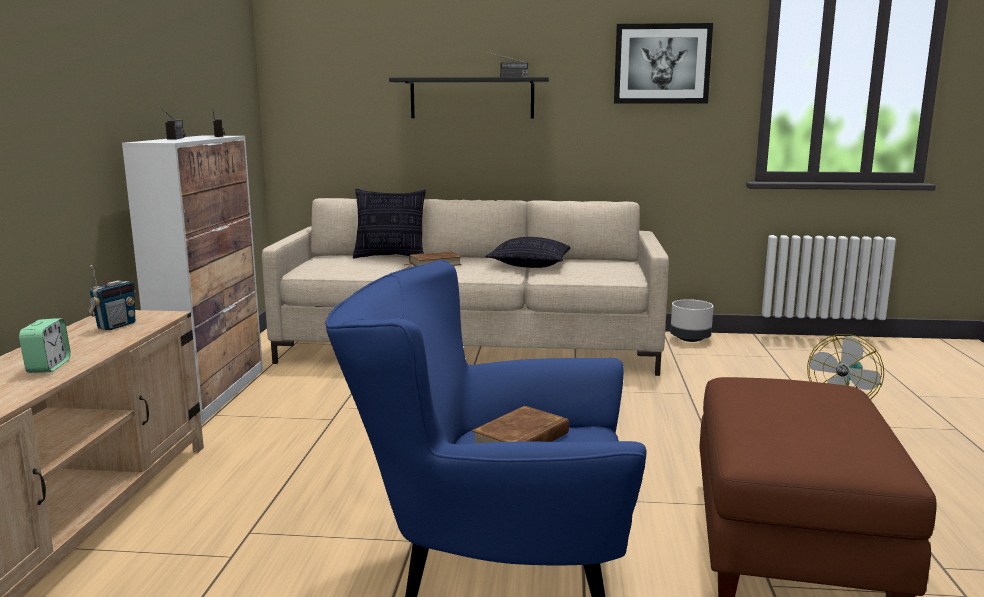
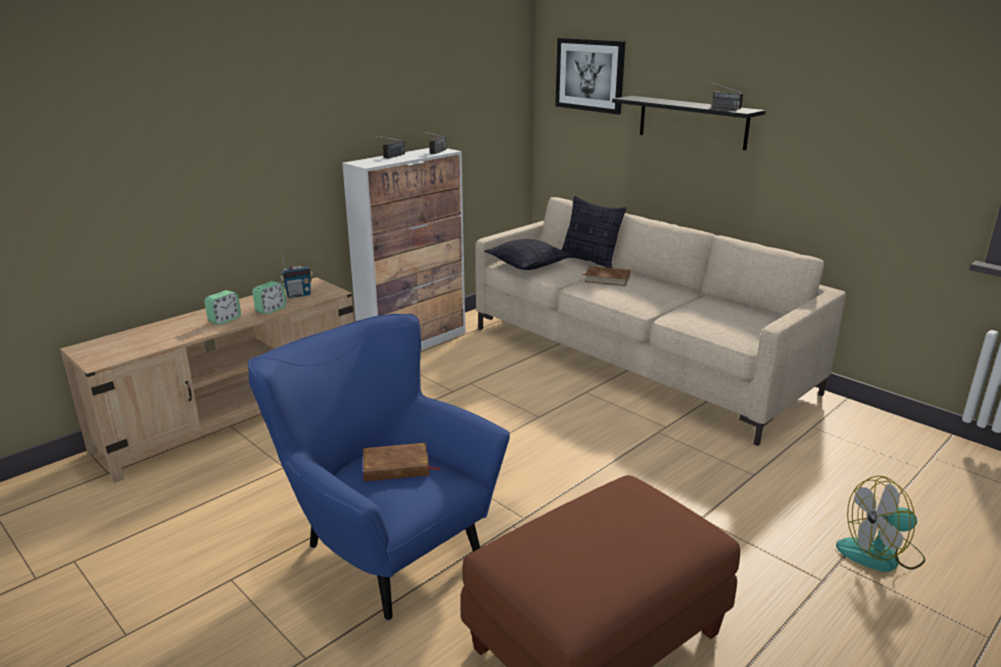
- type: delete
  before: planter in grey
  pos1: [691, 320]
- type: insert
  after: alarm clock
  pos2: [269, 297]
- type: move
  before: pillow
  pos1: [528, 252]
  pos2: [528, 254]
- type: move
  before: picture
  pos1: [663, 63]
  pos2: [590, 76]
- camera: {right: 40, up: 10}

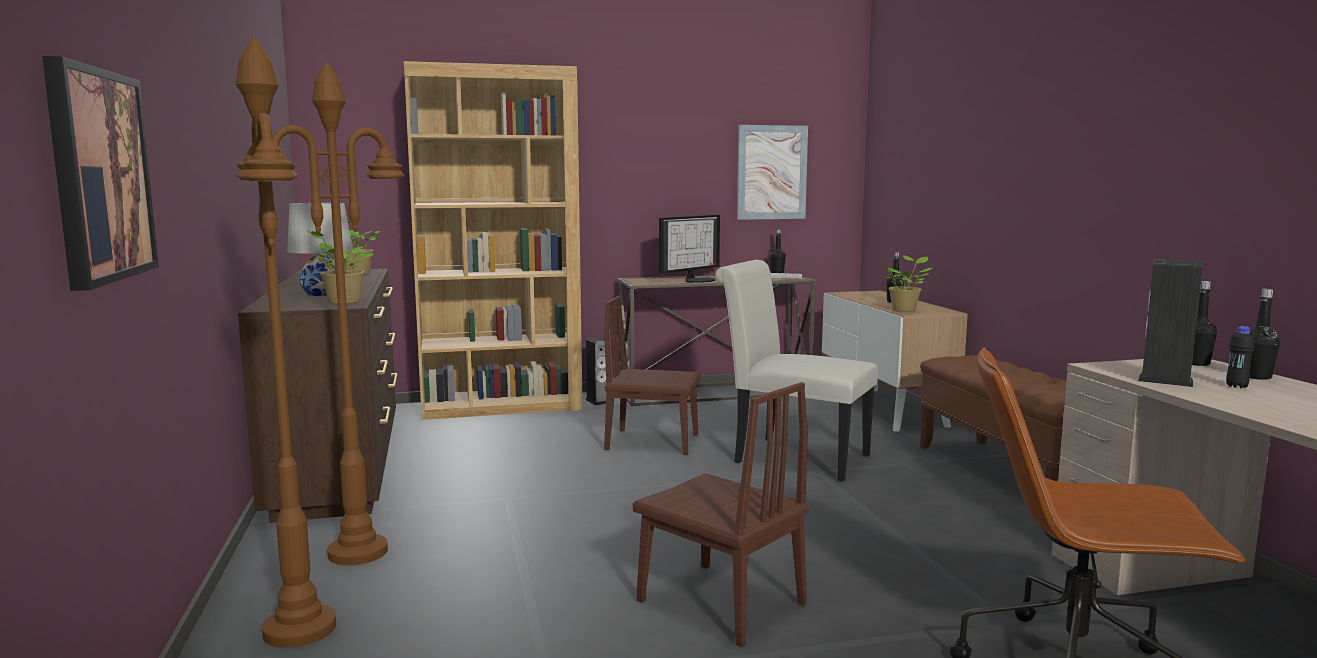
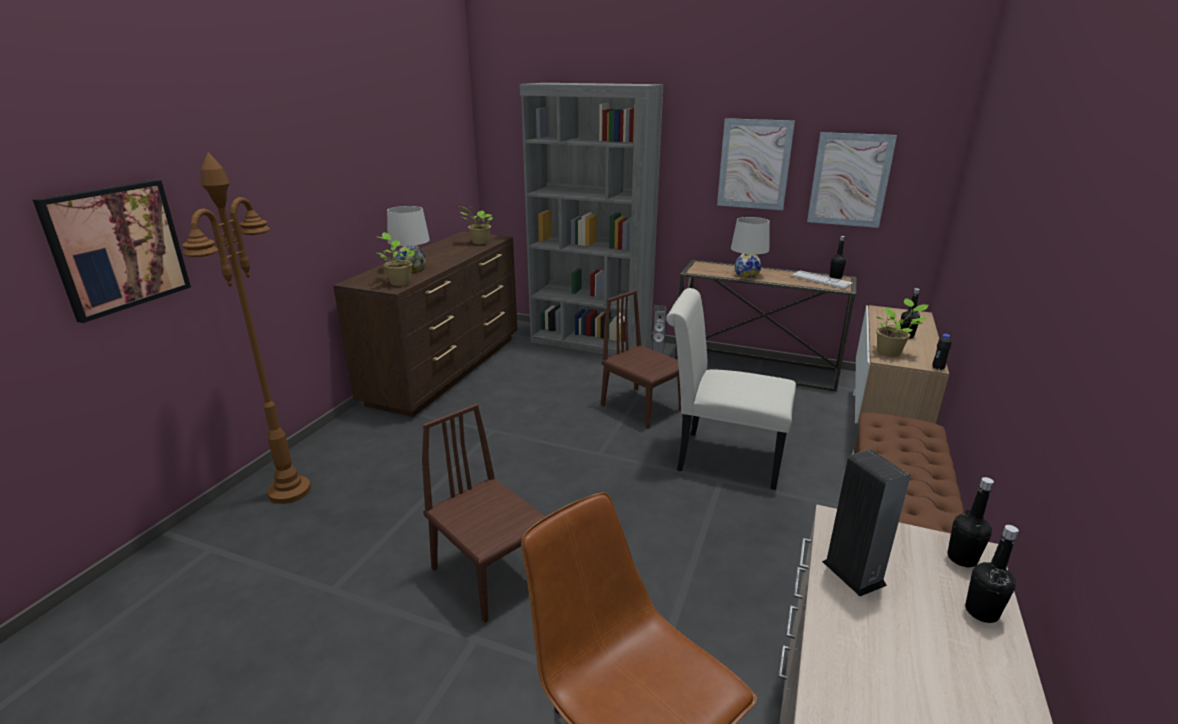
- type: delete
  before: floor lamp in brown
  pos1: [338, 313]
- type: insert
  after: picture
  pos2: [756, 164]
- type: move
  before: bottle in black
  pos1: [1240, 357]
  pos2: [942, 352]
- type: replace
  before: monitor
  after: table lamp in white
  pos1: [689, 249]
  pos2: [750, 247]
- type: recolor
  before: bookcase in brown
  after: bookcase in grey
  pos1: [493, 240]
  pos2: [592, 219]
- type: rotate
  before: chair in brown
  pos1: [721, 514]
  pos2: [484, 513]
  turn: 150
- type: rotate
  before: chair in white
  pos1: [796, 370]
  pos2: [731, 389]
  turn: -45
- camera: {right: 35, up: 15}

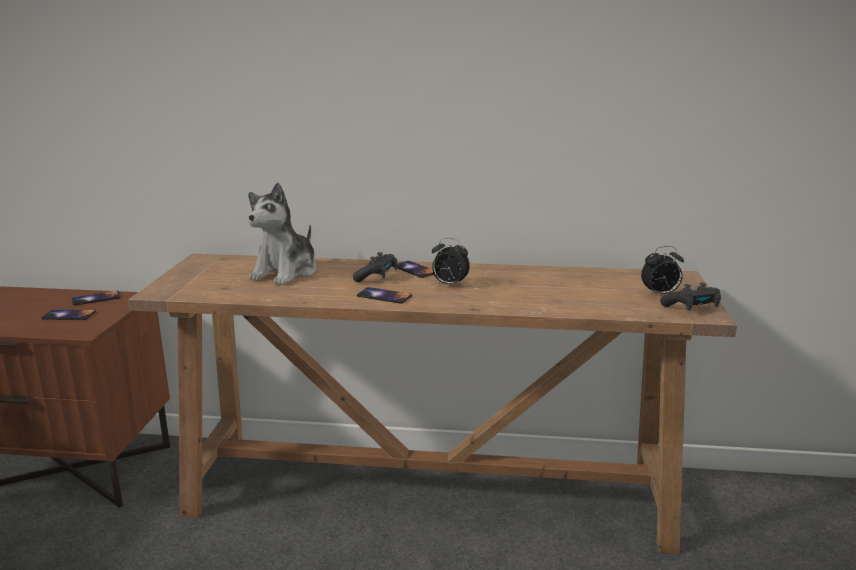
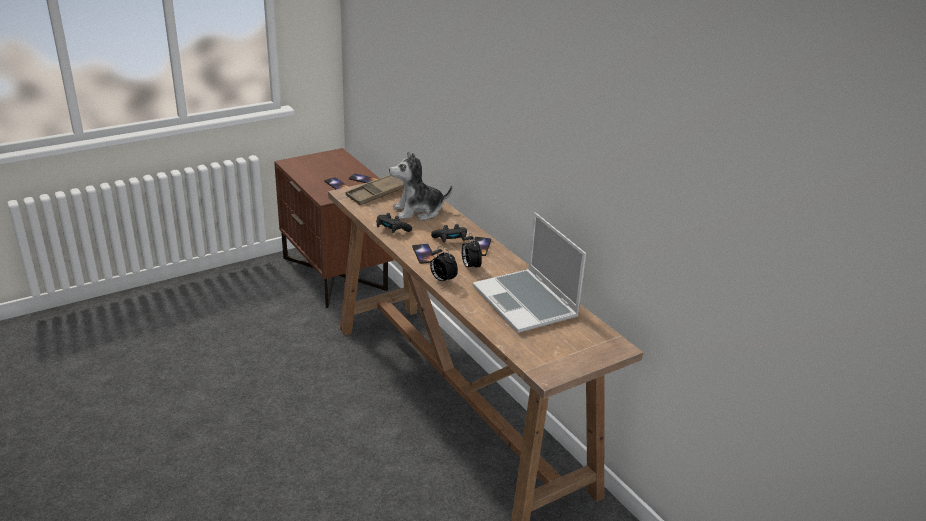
- type: insert
  after: tray in brown
  pos2: [375, 190]
- type: insert
  after: laptop
  pos2: [529, 272]
- type: move
  before: alarm clock
  pos1: [662, 271]
  pos2: [444, 265]
- type: move
  before: game controller in black
  pos1: [690, 296]
  pos2: [394, 223]
- camera: {right: 50, up: 10}

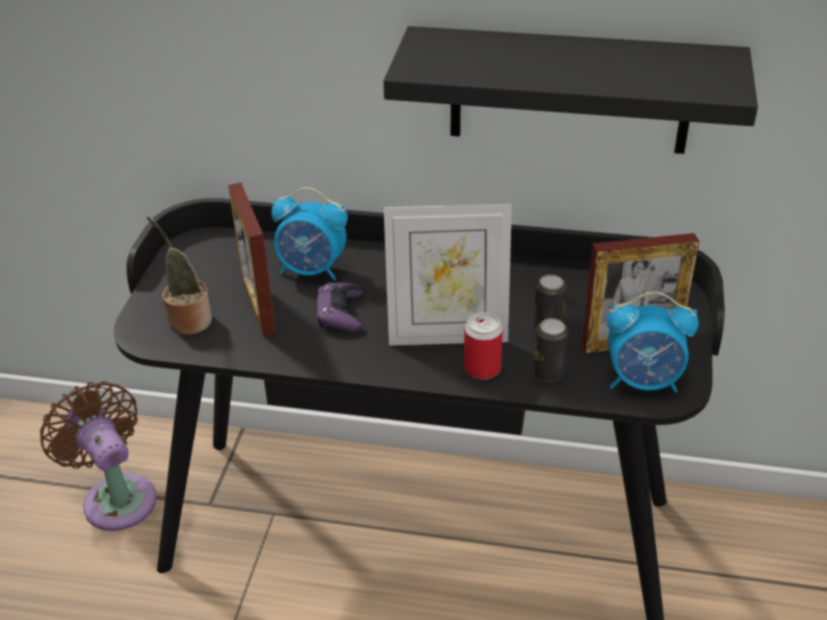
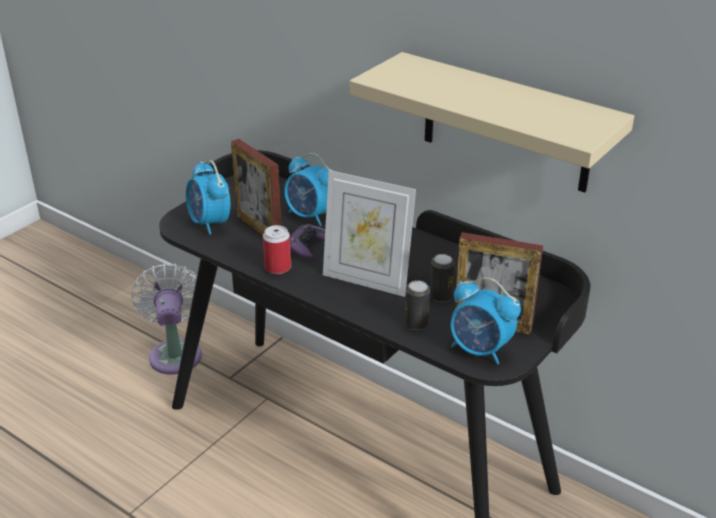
- type: move
  before: can
  pos1: [483, 346]
  pos2: [277, 249]
- type: replace
  before: potted plant
  after: alarm clock
  pos1: [179, 275]
  pos2: [208, 197]
- type: recolor
  before: fan in brown
  after: fan in white
  pos1: [98, 456]
  pos2: [167, 319]
- type: recolor
  before: shelf in black
  after: shelf in beige
  pos1: [570, 90]
  pos2: [492, 122]
- type: rotate
  before: picture frame
  pos1: [252, 259]
  pos2: [256, 187]
  turn: -45
- camera: {right: 25, up: -5}

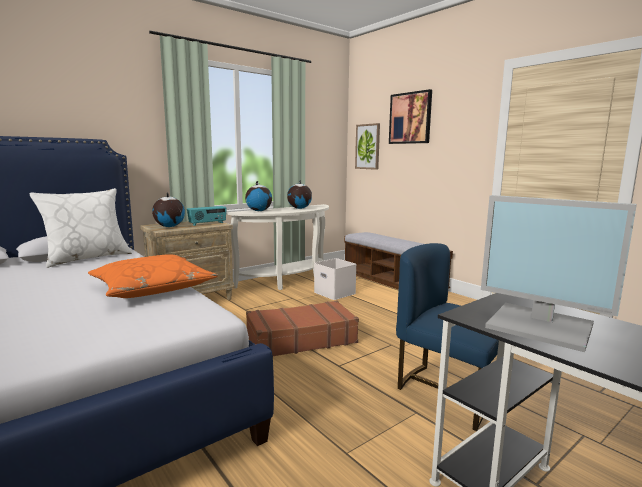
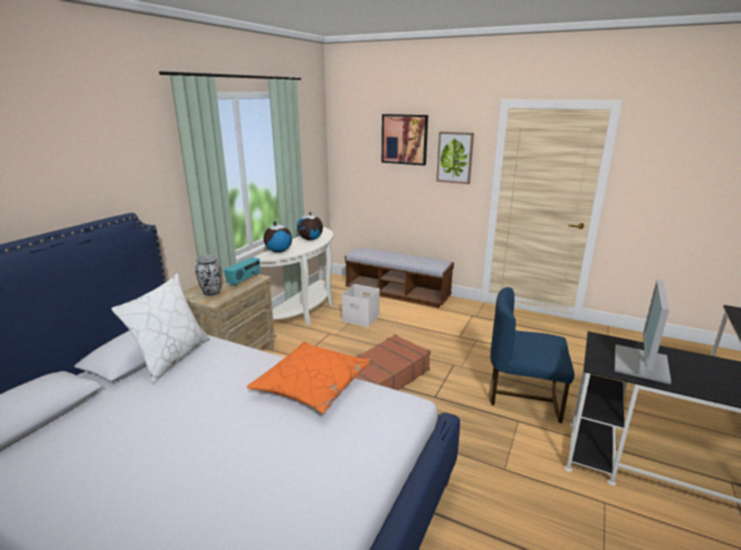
- type: move
  before: picture
  pos1: [367, 146]
  pos2: [455, 158]
- type: replace
  before: globe
  after: vase
  pos1: [168, 209]
  pos2: [208, 275]
- type: rotate
  before: monitor
  pos1: [559, 273]
  pos2: [642, 332]
  turn: 105
- camera: {right: -25, up: 10}

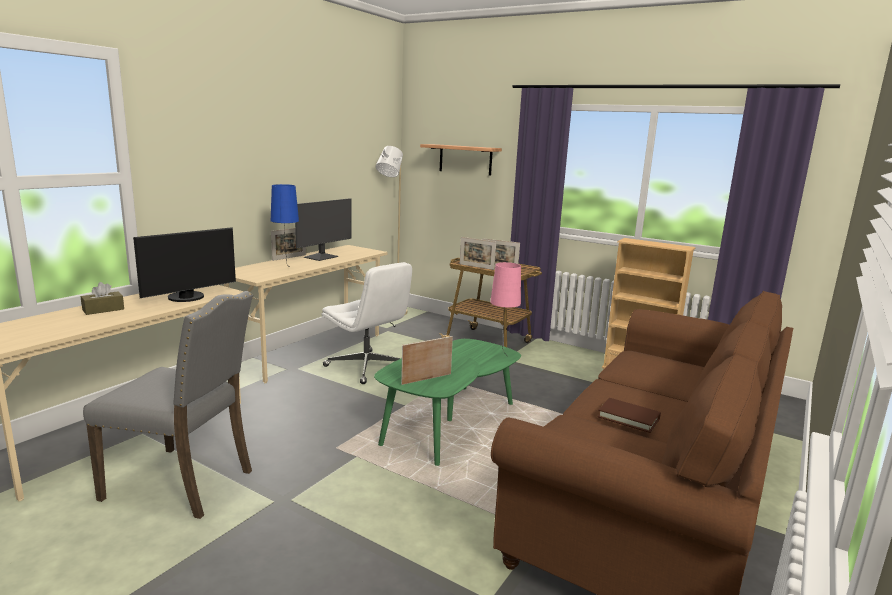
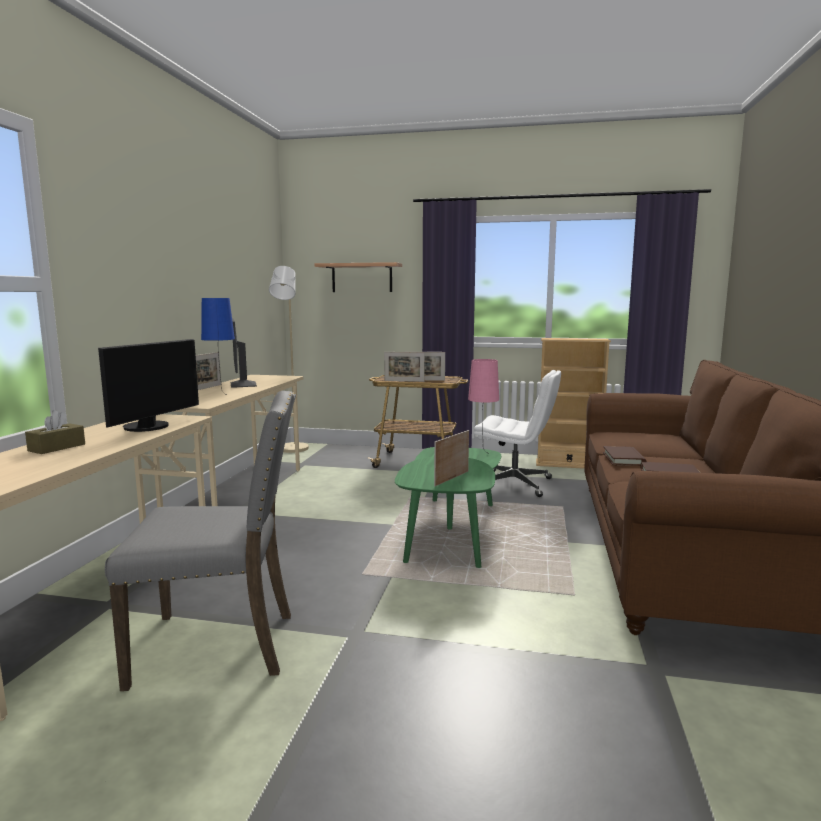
- type: insert
  after: book in brown
  pos2: [624, 456]
- type: move
  before: office chair in white
  pos1: [366, 323]
  pos2: [517, 433]
- type: rotate
  before: monitor
  pos1: [323, 229]
  pos2: [244, 353]
  turn: 150
- camera: {right: -20, up: -5}

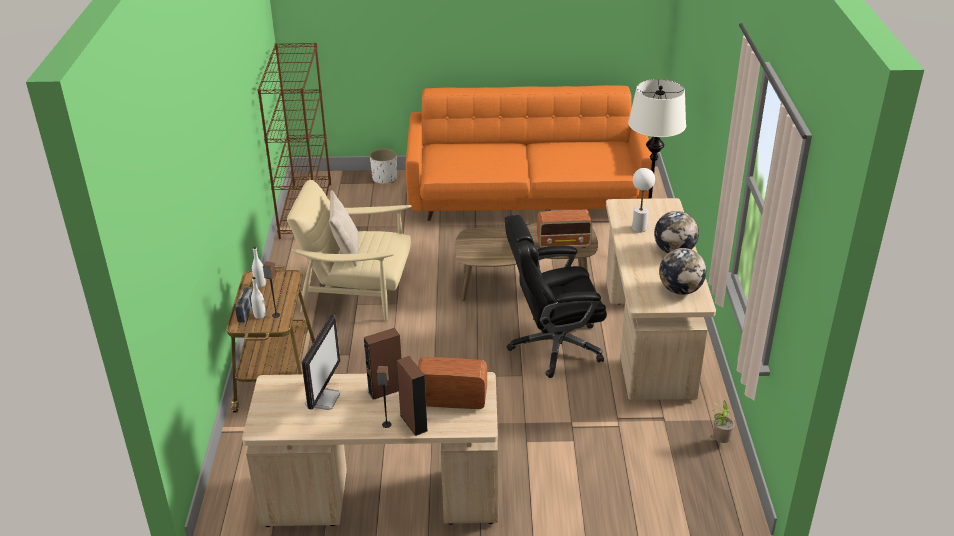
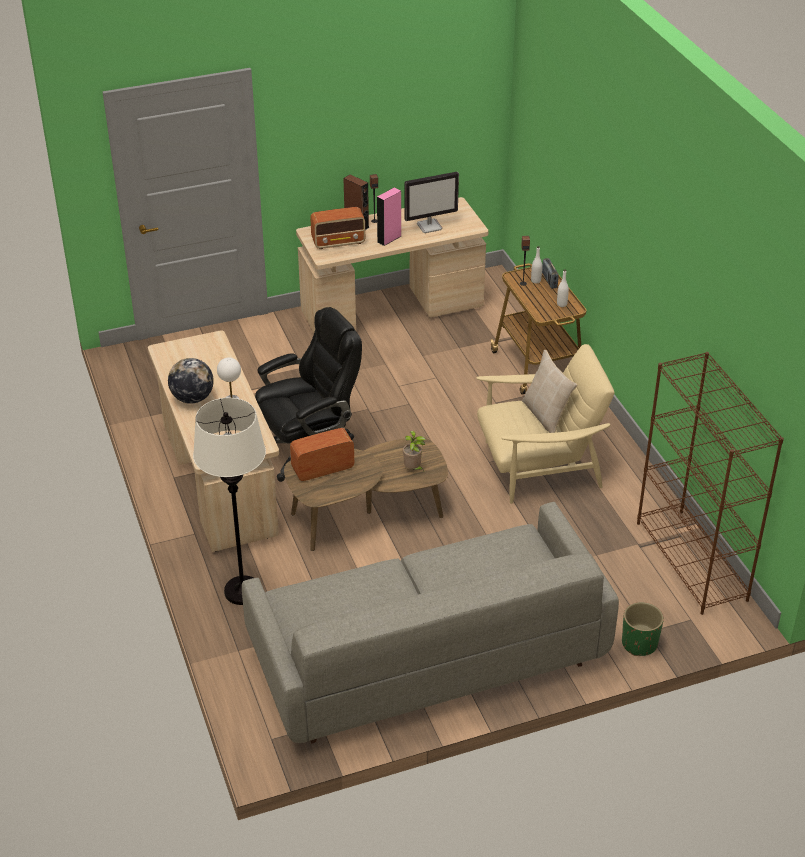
- type: delete
  before: globe
  pos1: [682, 271]
- type: move
  before: potted plant
  pos1: [722, 422]
  pos2: [414, 451]
- type: recolor
  before: speaker in brown
  after: speaker in pink
  pos1: [382, 364]
  pos2: [389, 217]
- type: recolor
  before: planter in white
  after: planter in green
  pos1: [383, 166]
  pos2: [643, 629]
- type: recolor
  before: sofa in orange
  after: sofa in grey
  pos1: [529, 153]
  pos2: [430, 623]
- type: rotate
  before: monitor
  pos1: [320, 362]
  pos2: [431, 202]
  turn: -105
- camera: {right: 160, up: 5}

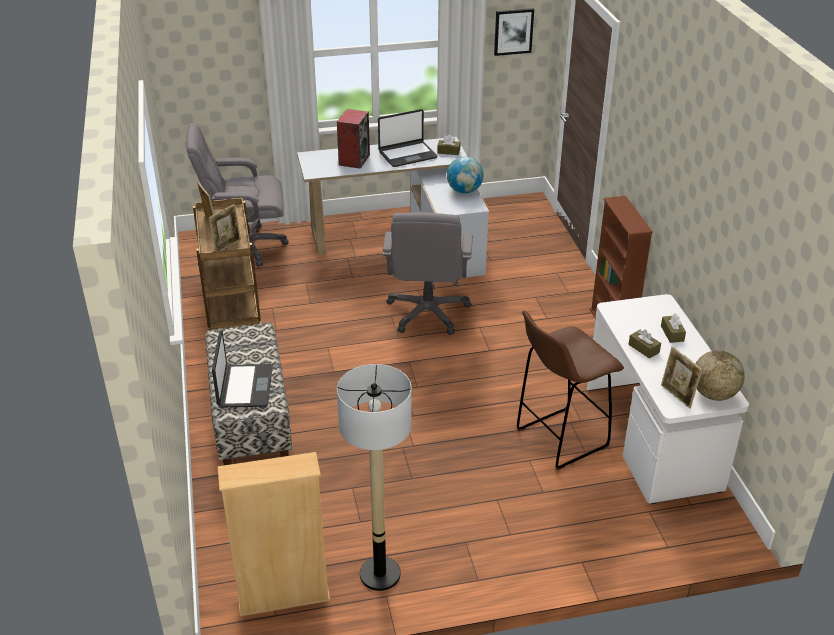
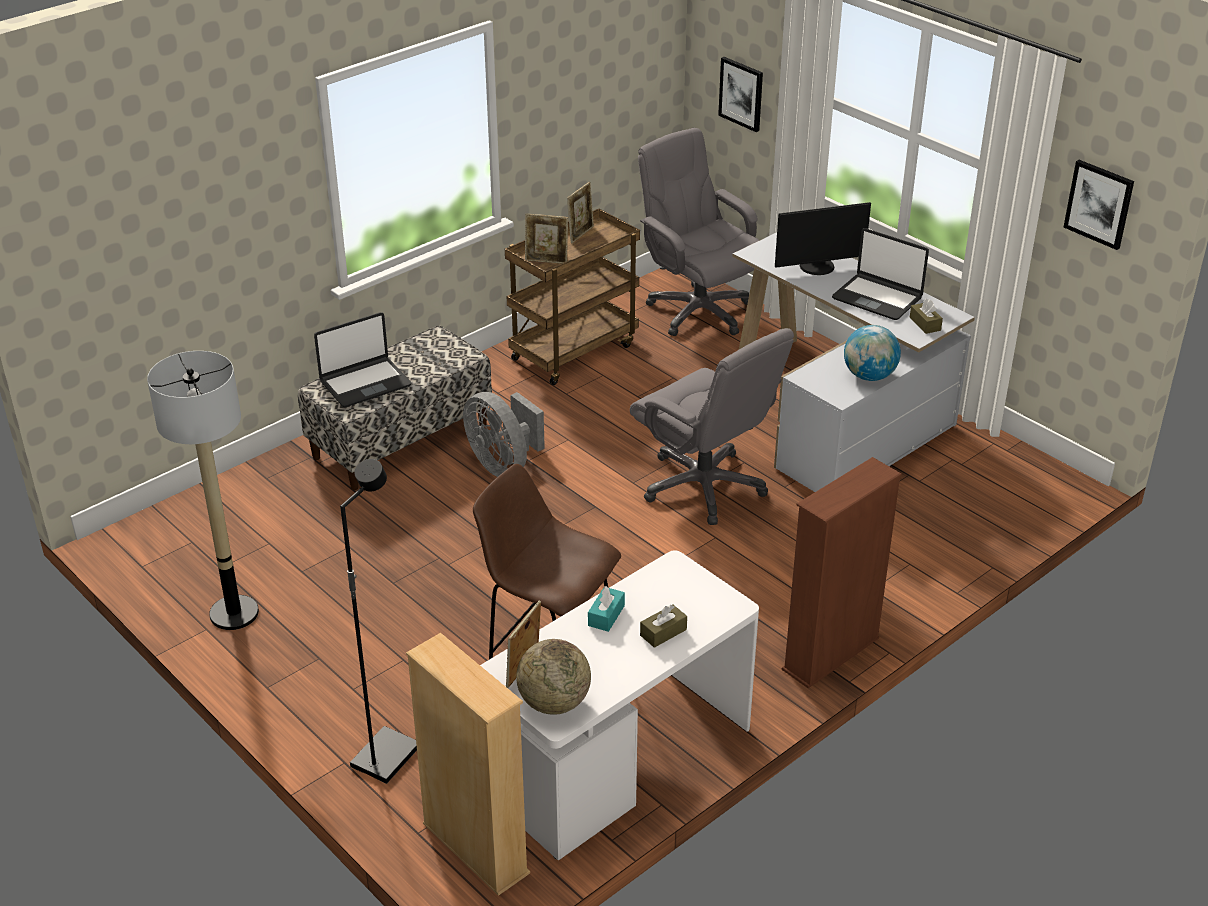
- type: insert
  after: floor lamp in black
  pos2: [378, 621]
- type: insert
  after: fan in grey
  pos2: [504, 434]
- type: insert
  after: picture
  pos2: [740, 94]
- type: move
  before: bookcase in beige
  pos1: [273, 534]
  pos2: [468, 764]
- type: replace
  before: speaker
  after: monitor
  pos1: [353, 139]
  pos2: [823, 238]
- type: recolor
  before: tissue box in brown
  after: tissue box in turquoise
  pos1: [644, 344]
  pos2: [606, 609]
- type: rotate
  before: office chair in grey
  pos1: [427, 273]
  pos2: [712, 426]
  turn: -105
- camera: {right: 60, up: 0}

